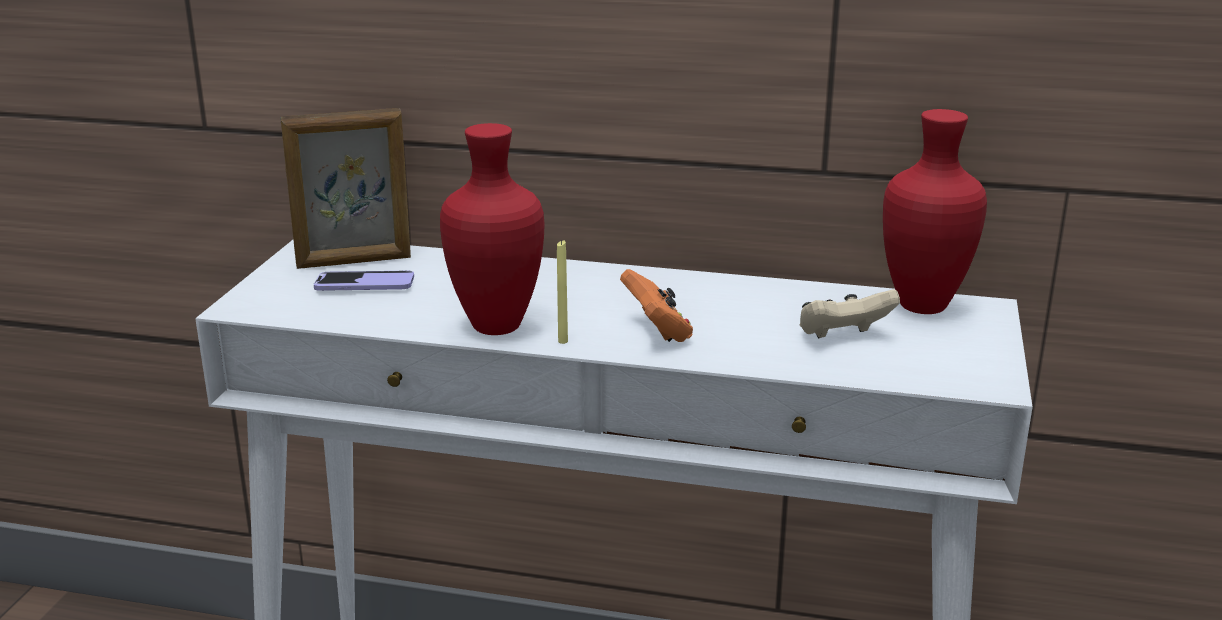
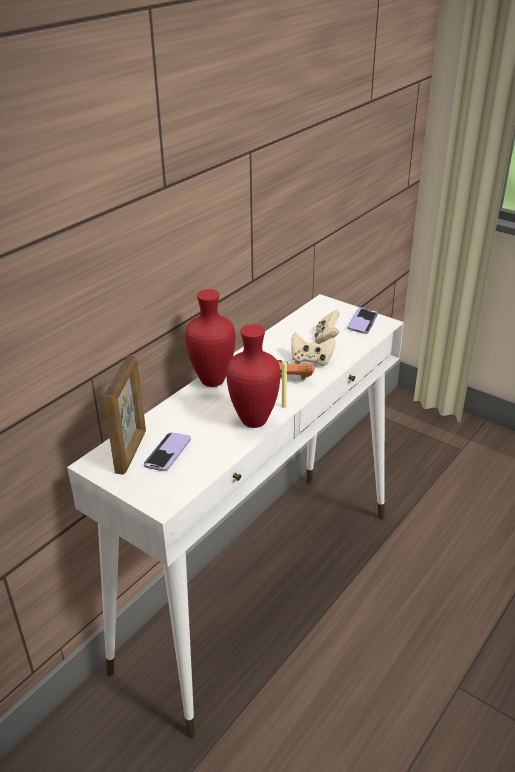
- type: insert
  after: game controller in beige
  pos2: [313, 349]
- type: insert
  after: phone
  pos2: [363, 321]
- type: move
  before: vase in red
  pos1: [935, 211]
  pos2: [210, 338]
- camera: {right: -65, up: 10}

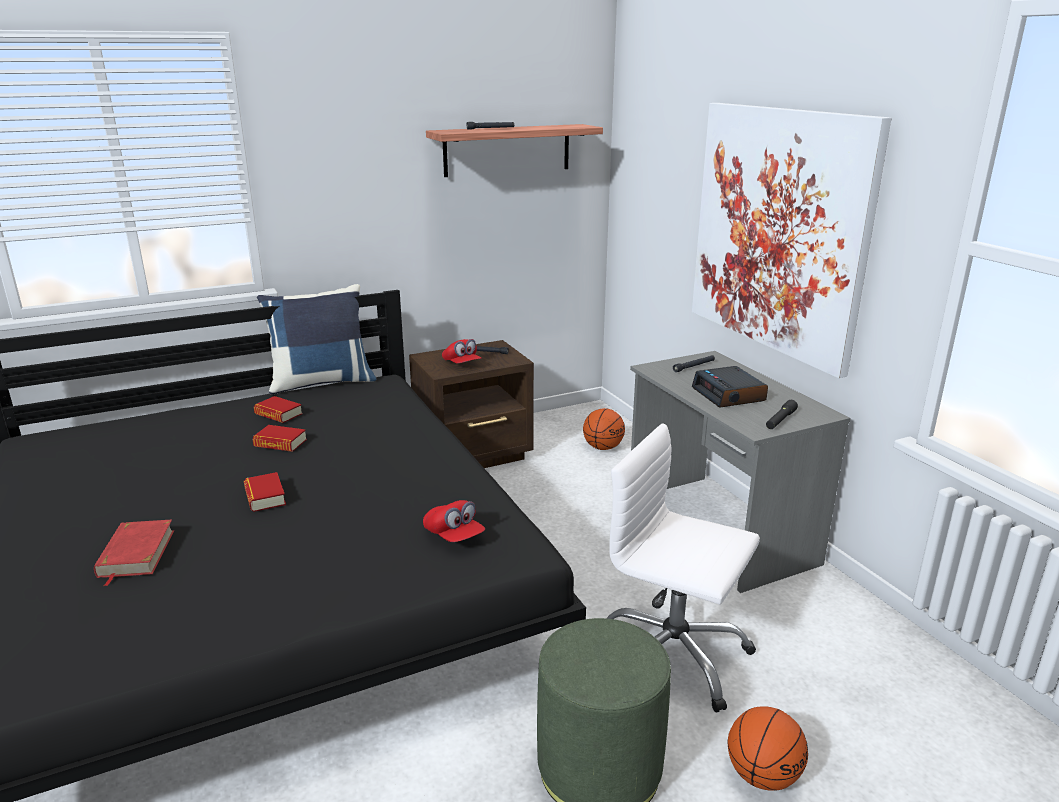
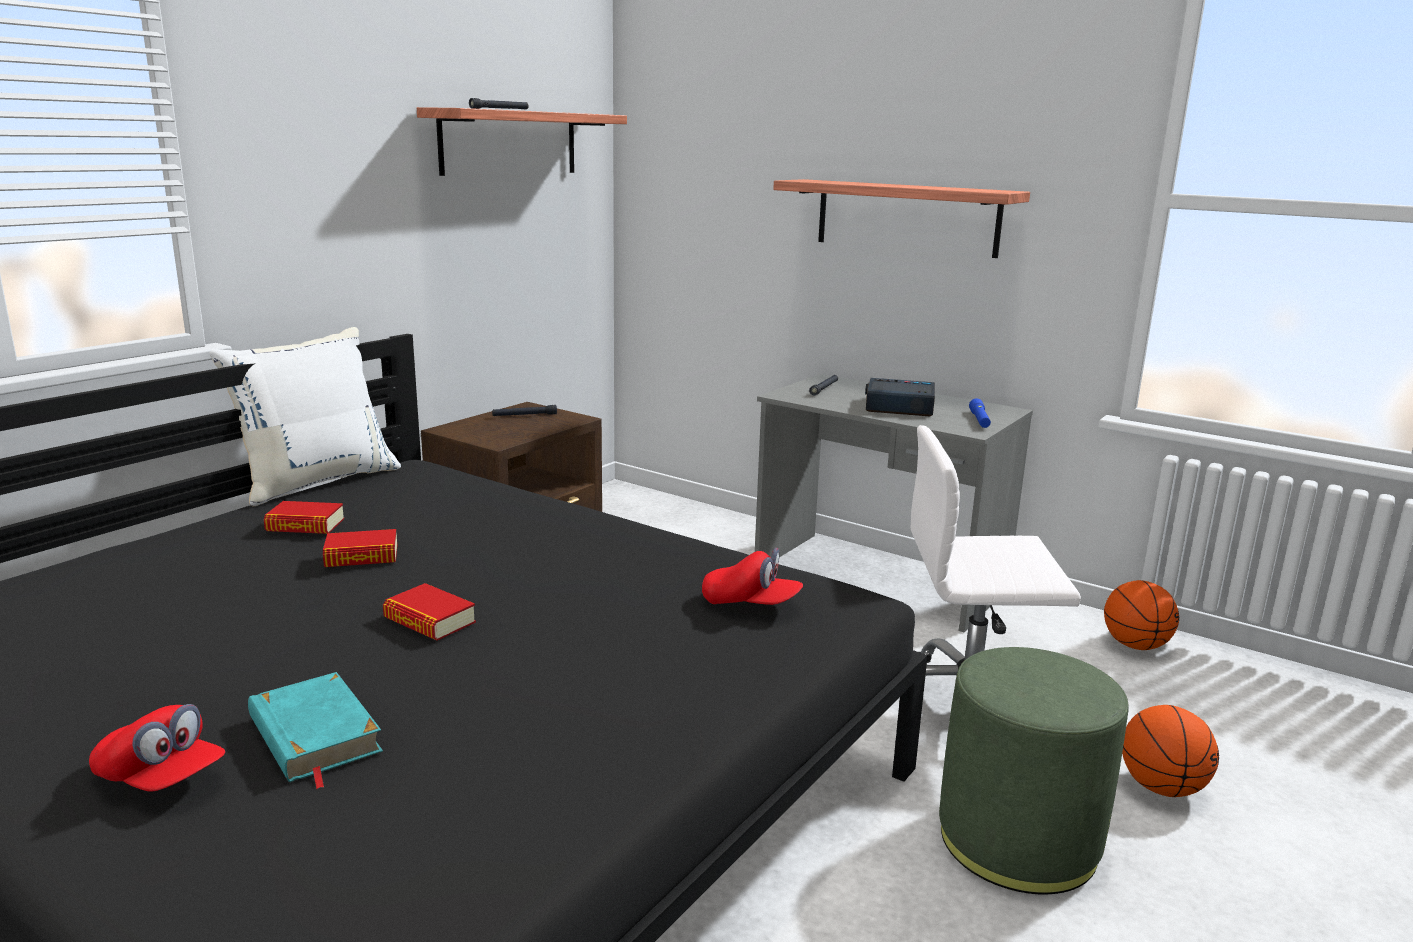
- type: move
  before: cap in red
  pos1: [462, 351]
  pos2: [157, 748]
- type: move
  before: basketball
  pos1: [604, 429]
  pos2: [1141, 615]
- type: replace
  before: picture
  after: shelf
  pos1: [791, 240]
  pos2: [901, 218]
- type: recolor
  before: book in red
  after: book in turquoise
  pos1: [134, 553]
  pos2: [315, 730]
- type: recolor
  before: pillow in blue
  after: pillow in white
  pos1: [316, 339]
  pos2: [305, 417]
- type: recolor
  before: flashlight in black
  after: flashlight in blue
  pos1: [782, 414]
  pos2: [980, 413]
- type: rotate
  before: alarm clock
  pos1: [730, 387]
  pos2: [900, 397]
  turn: 150
- camera: {right: -30, up: -5}

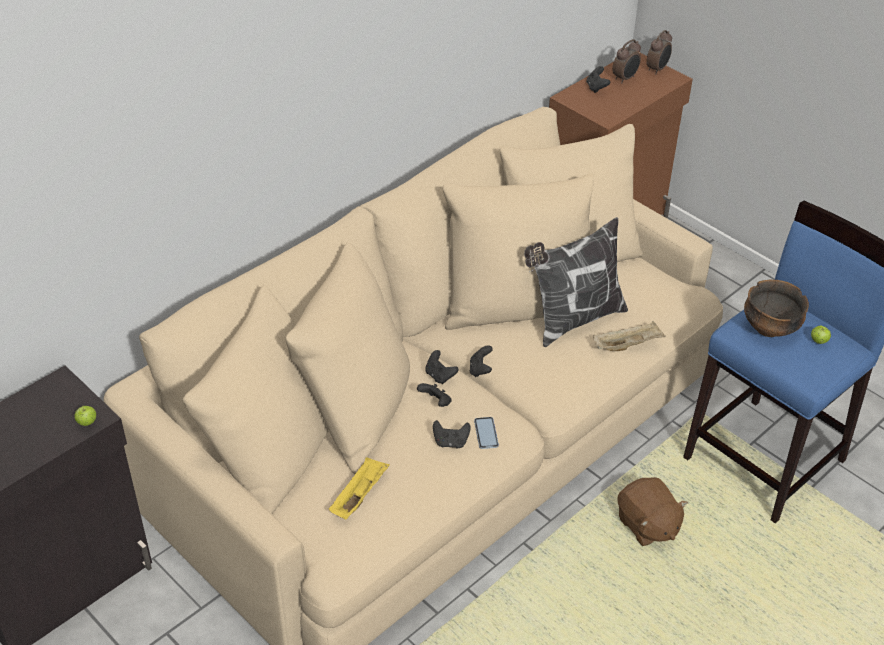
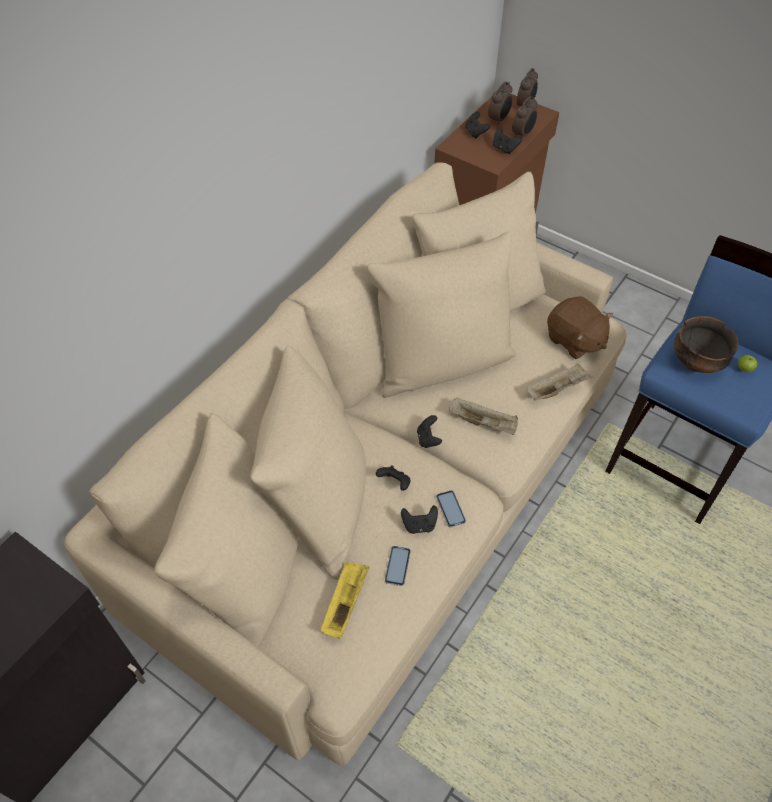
- type: delete
  before: apple
  pos1: [85, 416]
- type: delete
  before: pillow
  pos1: [576, 282]
- type: insert
  after: phone
  pos2: [398, 566]
- type: insert
  after: tray in beige
  pos2: [483, 416]
- type: insert
  after: alarm clock
  pos2: [525, 117]
- type: move
  before: game controller in black
  pos1: [442, 367]
  pos2: [507, 140]
- type: move
  before: plush toy in brown
  pos1: [652, 511]
  pos2: [580, 327]
- camera: {right: -10, up: 10}

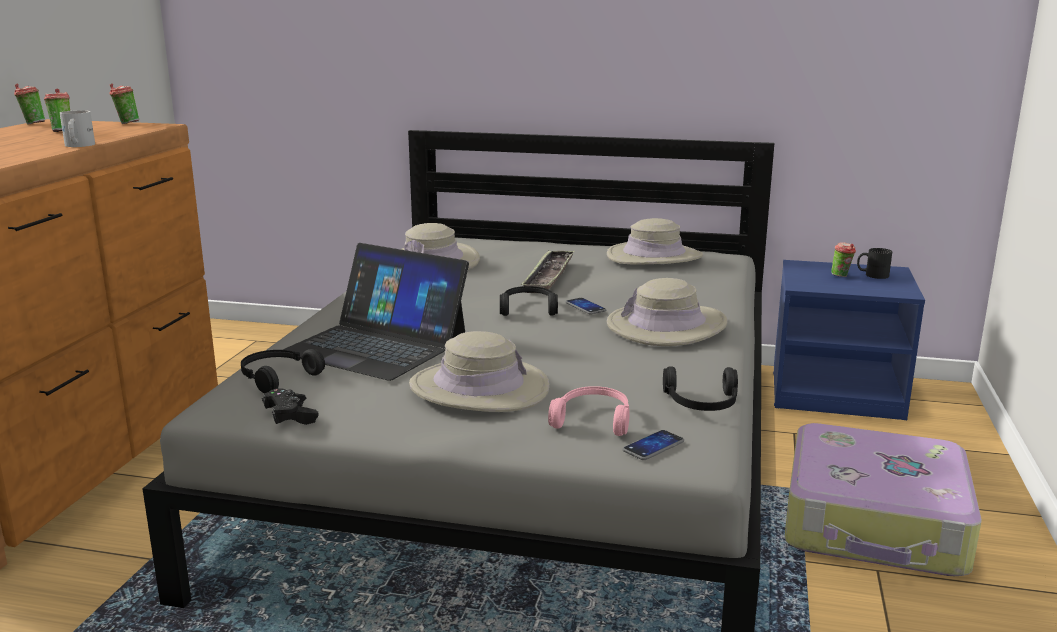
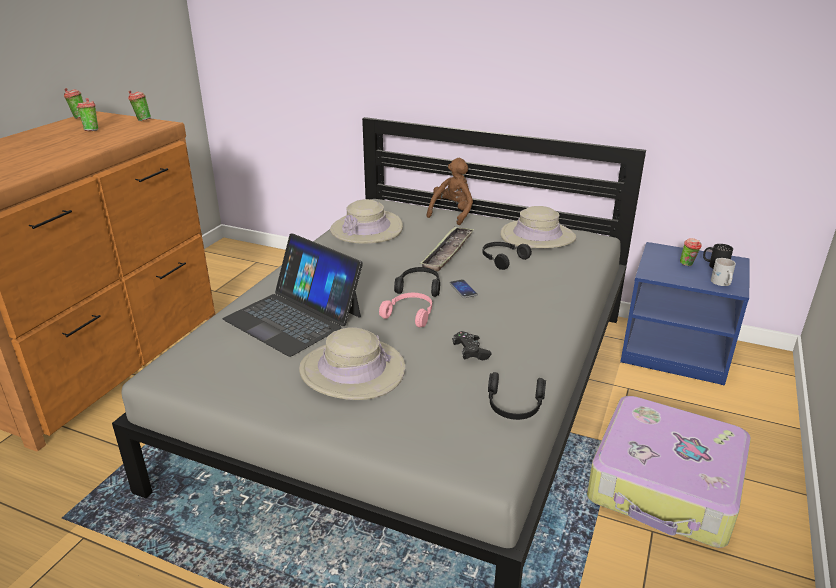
- type: delete
  before: hat in beige
  pos1: [667, 312]
- type: delete
  before: phone
  pos1: [653, 445]
- type: insert
  after: plush toy in brown
  pos2: [449, 191]
- type: move
  before: mug in white
  pos1: [77, 128]
  pos2: [723, 272]
- type: move
  before: headphones in black
  pos1: [283, 371]
  pos2: [507, 256]
- type: move
  before: game controller in black
  pos1: [290, 406]
  pos2: [471, 345]
- type: move
  before: headphones in pink
  pos1: [589, 411]
  pos2: [405, 310]
- camera: {right: 10, up: 10}

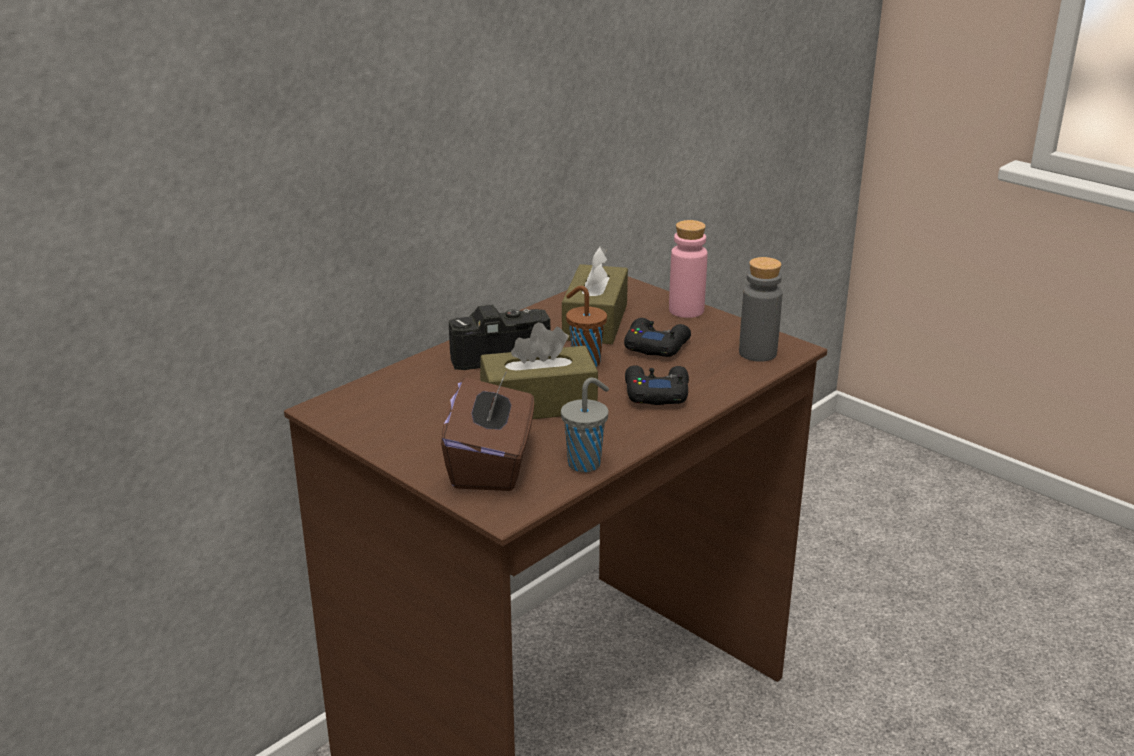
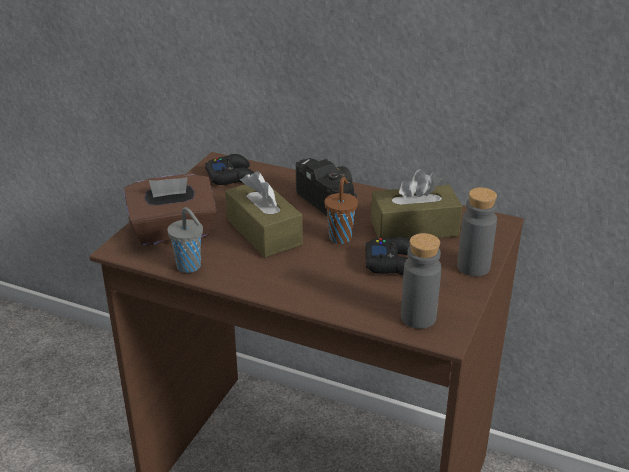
- type: move
  before: game controller in black
  pos1: [657, 385]
  pos2: [229, 169]
- type: recolor
  before: bottle in pink
  after: bottle in grey
  pos1: [688, 269]
  pos2: [477, 231]
- camera: {right: 70, up: 5}

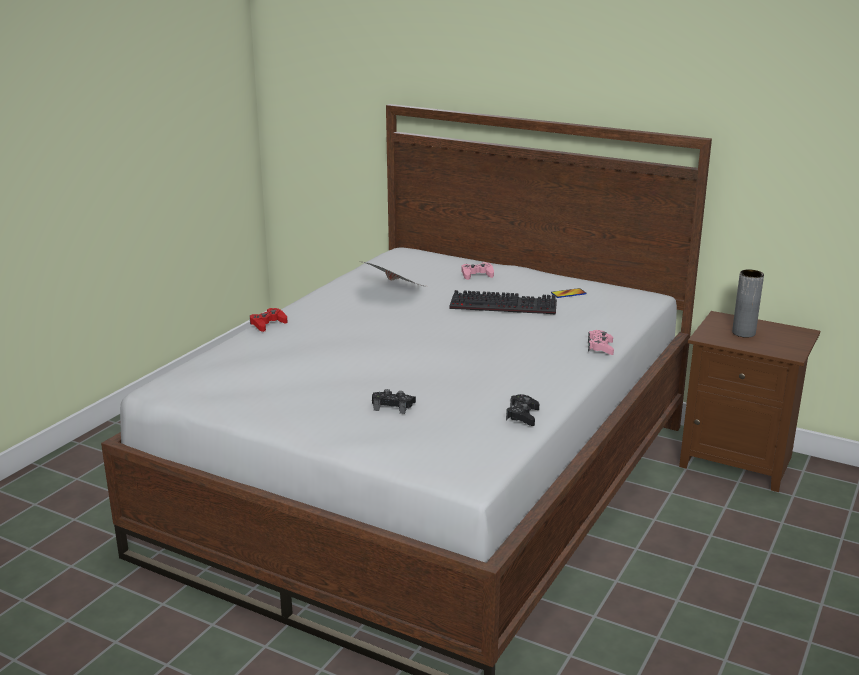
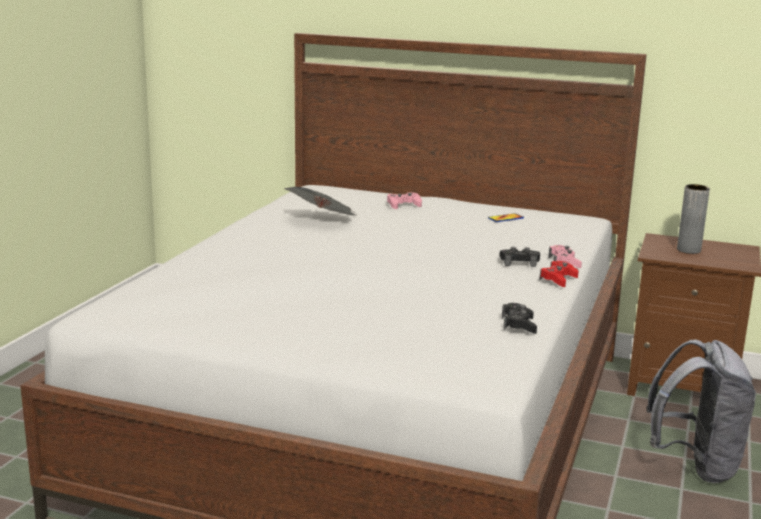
- type: delete
  before: keyboard
  pos1: [503, 302]
- type: insert
  after: backpack in grey
  pos2: [701, 411]
- type: move
  before: game controller in red
  pos1: [268, 320]
  pos2: [559, 274]
- type: move
  before: game controller in black
  pos1: [394, 401]
  pos2: [519, 257]
- camera: {right: -10, up: -5}

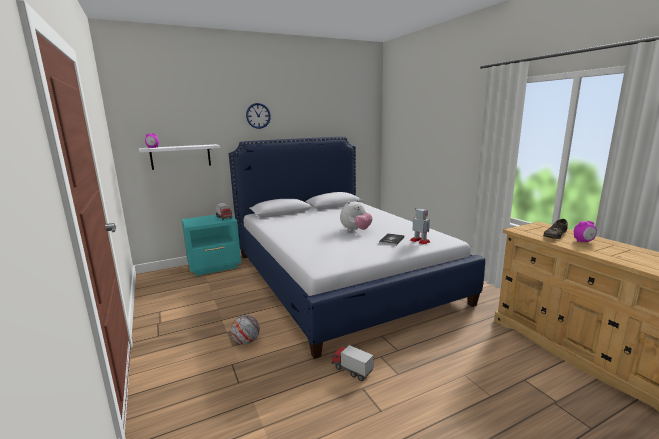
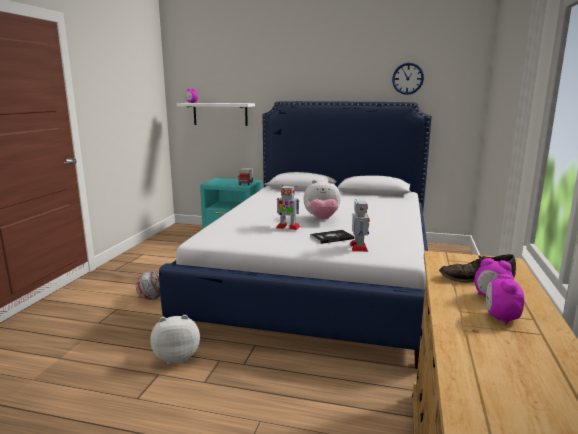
- type: insert
  after: toy robot
  pos2: [288, 207]
- type: insert
  after: alarm clock
  pos2: [505, 299]
- type: move
  before: wall clock
  pos1: [258, 116]
  pos2: [408, 79]
- type: replace
  before: toy truck
  after: plush toy
  pos1: [352, 363]
  pos2: [175, 339]
- camera: {right: 40, up: 0}

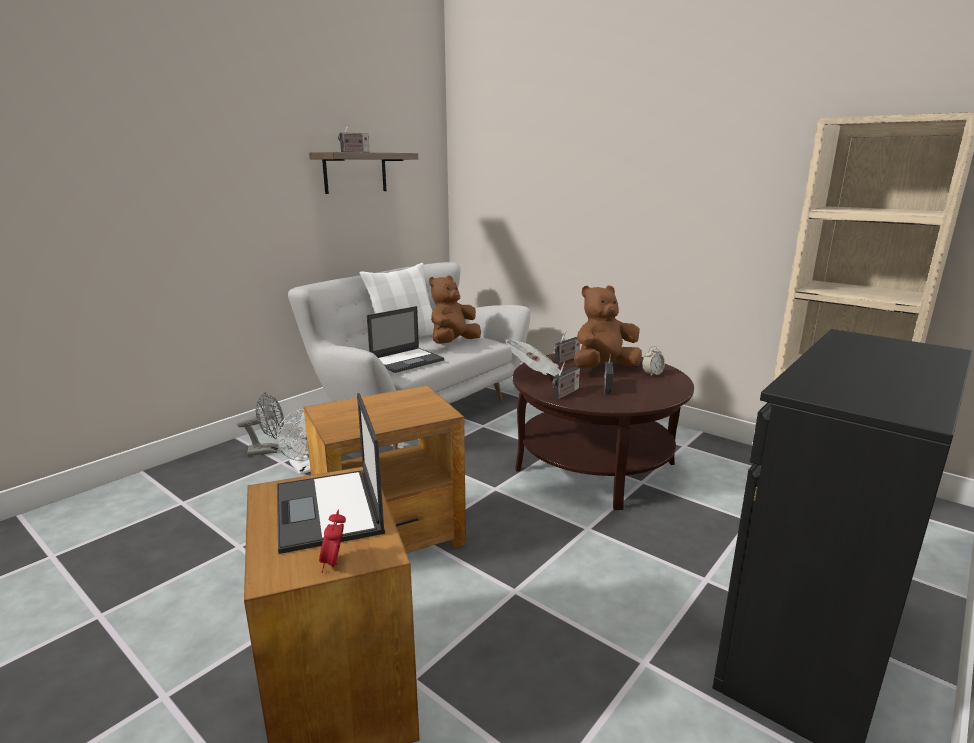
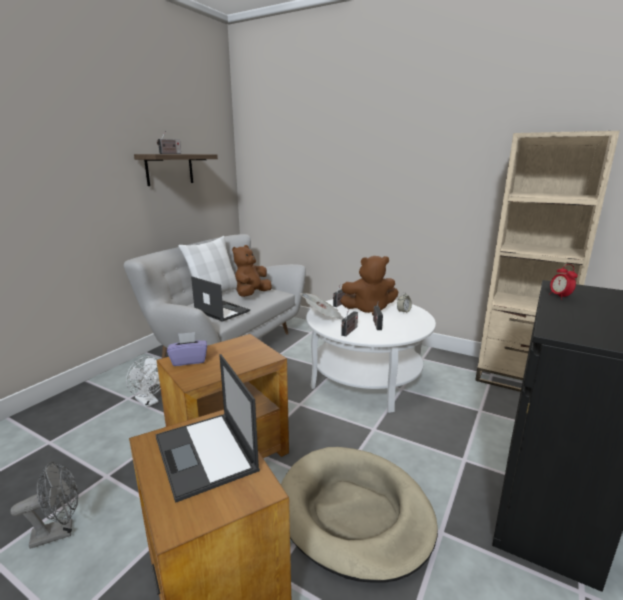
- type: insert
  after: tissue box in purple
  pos2: [187, 349]
- type: insert
  after: dog bed in beige
  pos2: [359, 515]
- type: move
  before: fan in grey
  pos1: [260, 424]
  pos2: [44, 505]
- type: move
  before: alarm clock
  pos1: [332, 541]
  pos2: [563, 281]
- type: recolor
  before: coffee table in brown
  after: coffee table in white
  pos1: [603, 432]
  pos2: [371, 356]
- type: rotate
  before: laptop
  pos1: [405, 339]
  pos2: [220, 299]
  turn: -90
- type: rotate
  before: plush toy in brown
  pos1: [608, 326]
  pos2: [369, 285]
  turn: -150
- camera: {right: -10, up: 0}

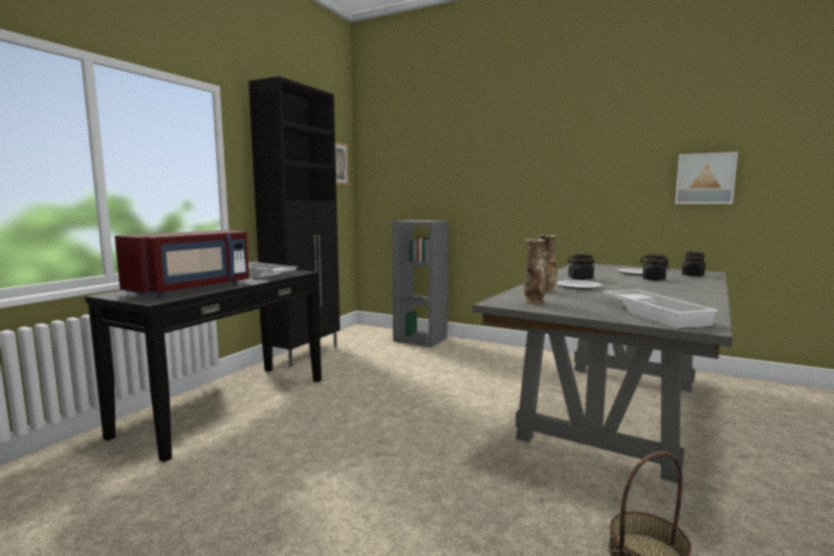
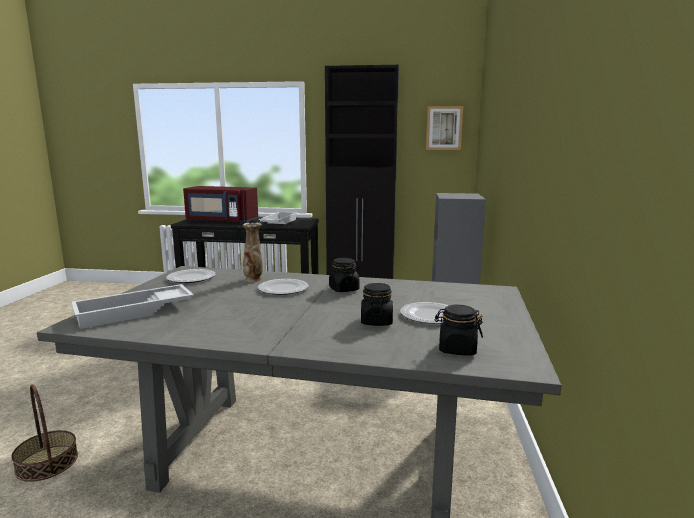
- type: delete
  before: picture
  pos1: [706, 178]
- type: replace
  before: vase
  after: plate
  pos1: [535, 271]
  pos2: [190, 276]
- camera: {right: 70, up: 5}

